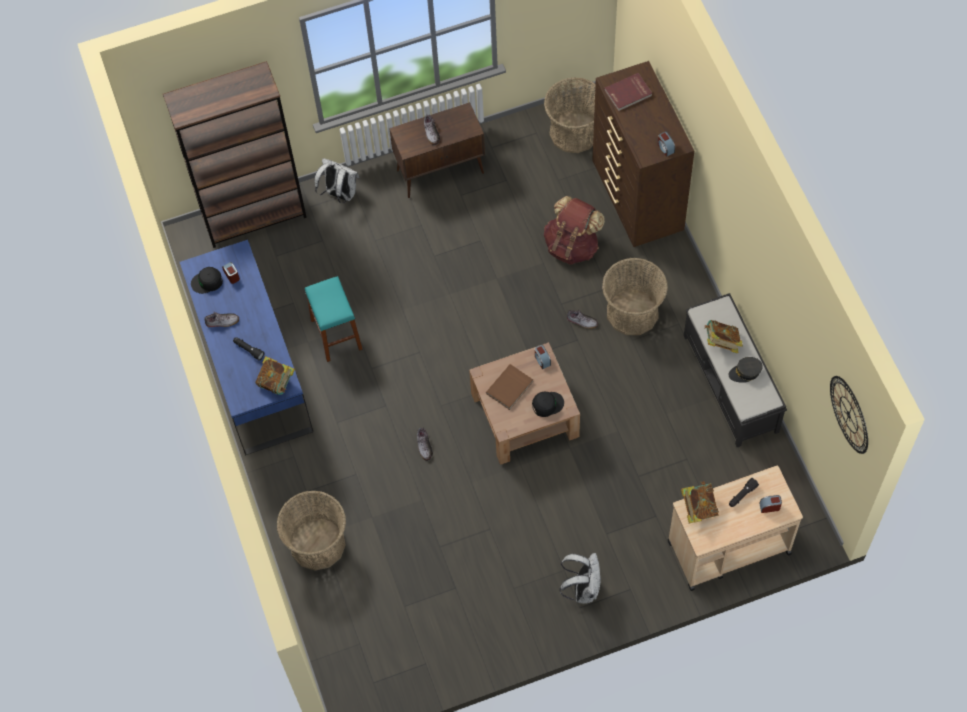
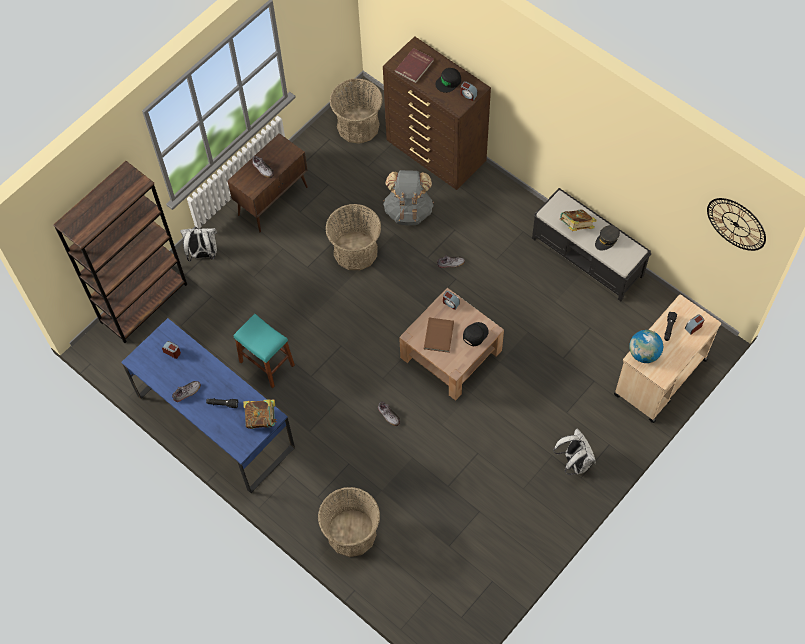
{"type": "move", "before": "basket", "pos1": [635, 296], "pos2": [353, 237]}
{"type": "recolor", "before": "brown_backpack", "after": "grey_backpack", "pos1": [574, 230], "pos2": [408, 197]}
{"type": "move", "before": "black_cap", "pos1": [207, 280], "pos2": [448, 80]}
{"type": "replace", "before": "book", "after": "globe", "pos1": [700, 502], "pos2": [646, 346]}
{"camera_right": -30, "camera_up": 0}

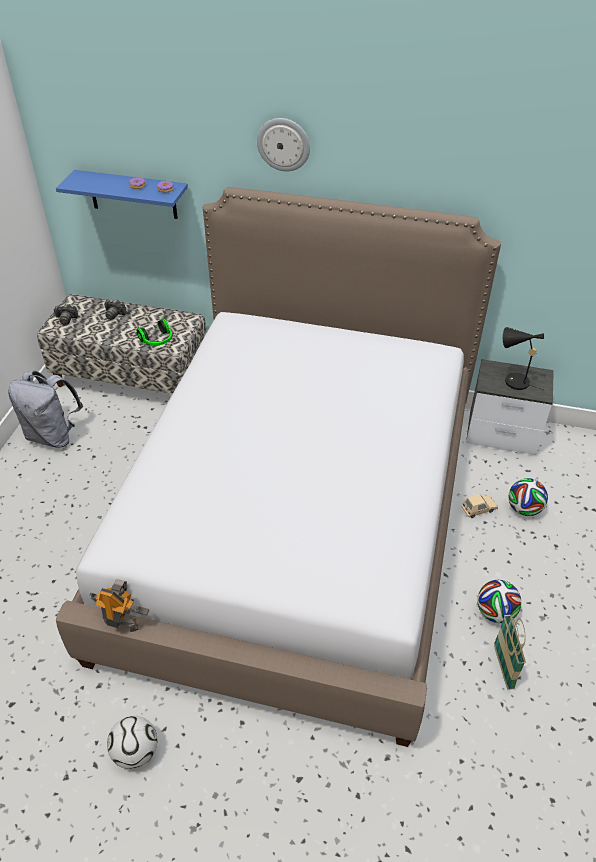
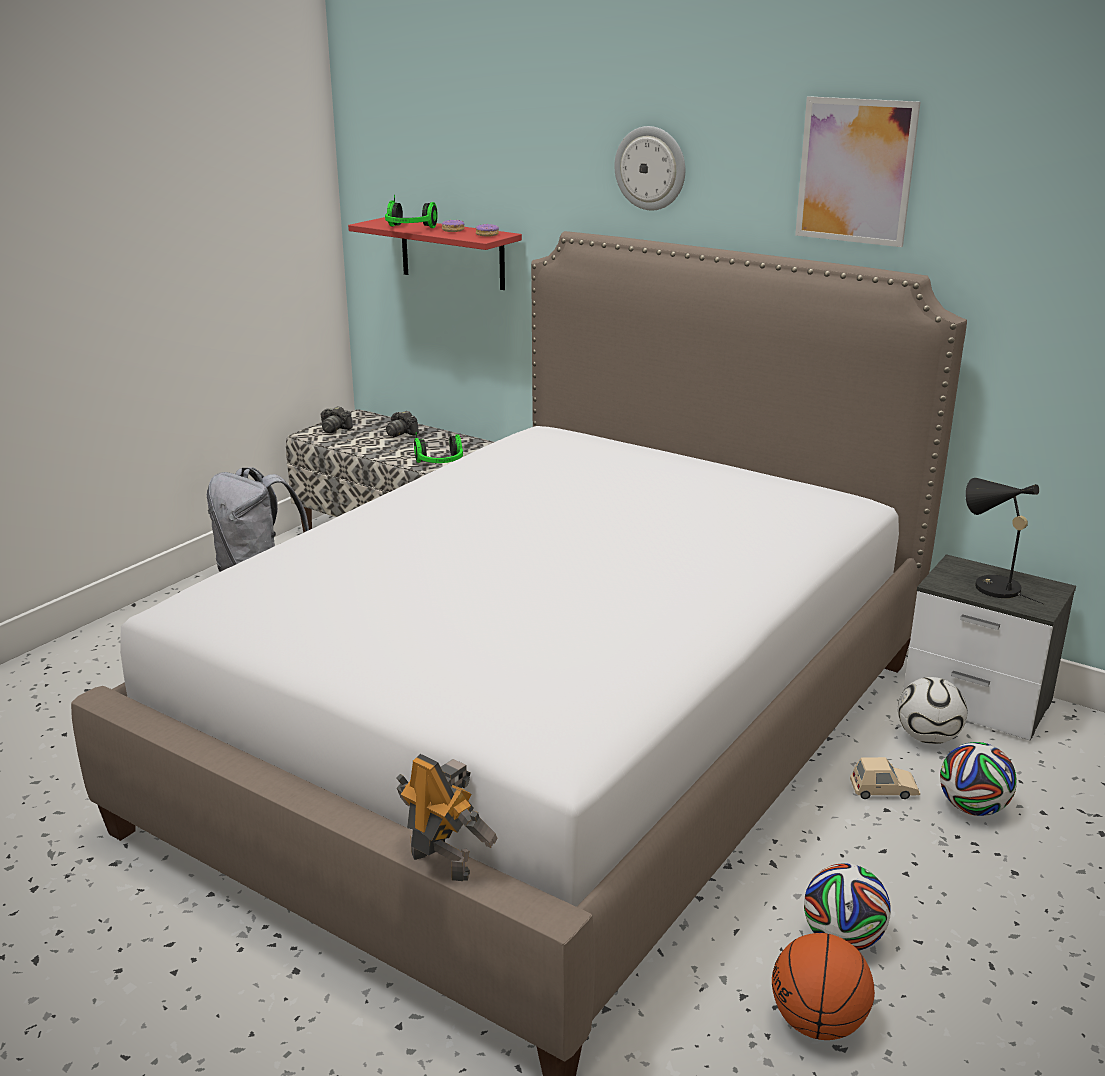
{"type": "recolor", "before": "blue_shelf", "after": "red_shelf", "pos1": [122, 194], "pos2": [435, 253]}
{"type": "insert", "after": "headphones", "pos2": [411, 211]}
{"type": "move", "before": "toy_robot", "pos1": [119, 605], "pos2": [447, 817]}
{"type": "replace", "before": "basket", "after": "basketball", "pos1": [510, 652], "pos2": [823, 986]}
{"type": "insert", "after": "picture", "pos2": [858, 171]}
{"type": "move", "before": "football", "pos1": [132, 742], "pos2": [932, 710]}
{"camera_right": 20, "camera_up": -20}

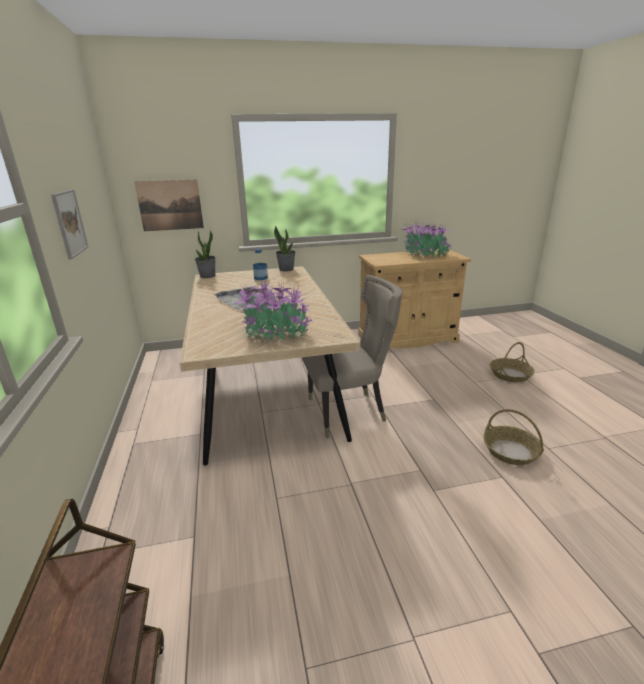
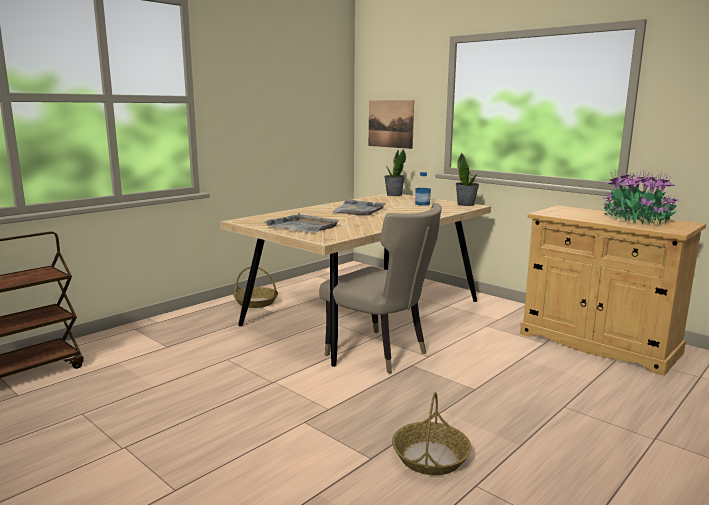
{"type": "move", "before": "basket", "pos1": [512, 362], "pos2": [255, 287]}
{"type": "replace", "before": "potted_plant", "after": "grey_tray", "pos1": [274, 311], "pos2": [301, 223]}
{"type": "delete", "before": "picture", "pos1": [69, 224]}
{"camera_right": 55, "camera_up": -10}

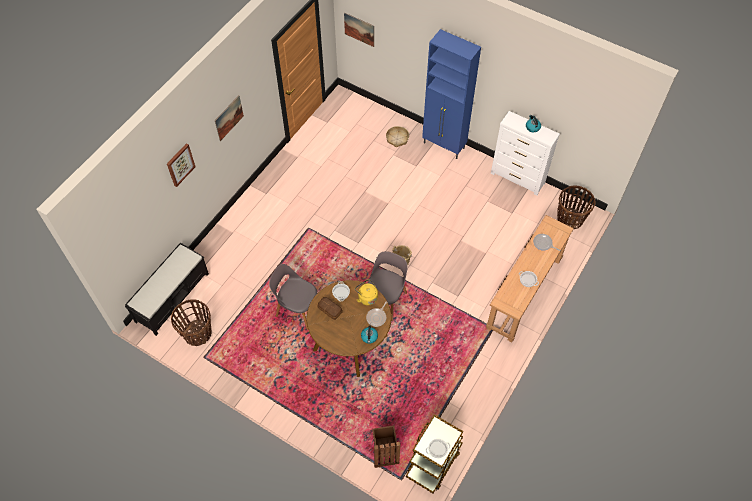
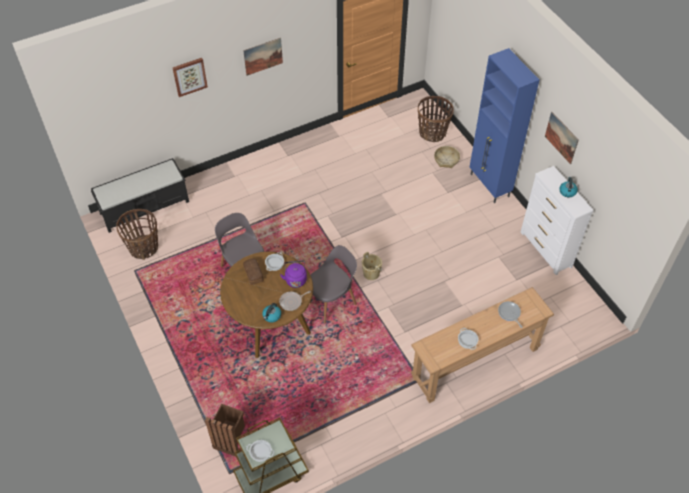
{"type": "recolor", "before": "yellow_kettle", "after": "purple_kettle", "pos1": [366, 292], "pos2": [293, 274]}
{"type": "move", "before": "basket", "pos1": [576, 207], "pos2": [436, 119]}
{"type": "move", "before": "picture", "pos1": [359, 30], "pos2": [562, 138]}
{"camera_right": 30, "camera_up": -5}

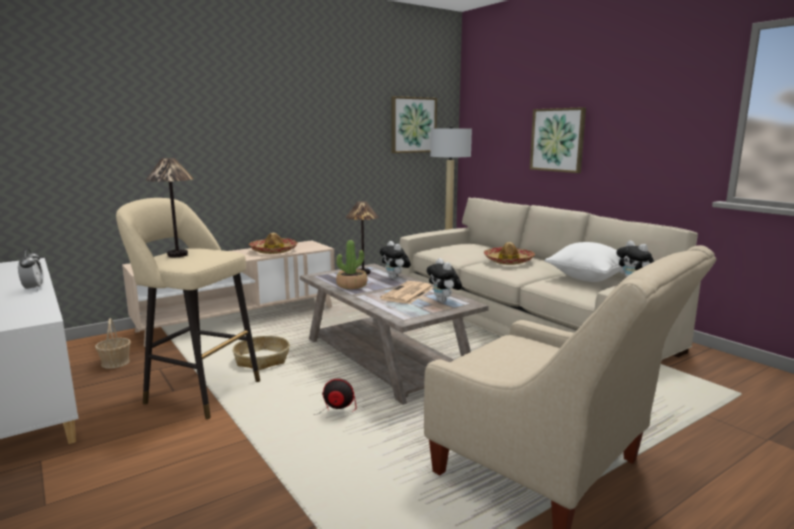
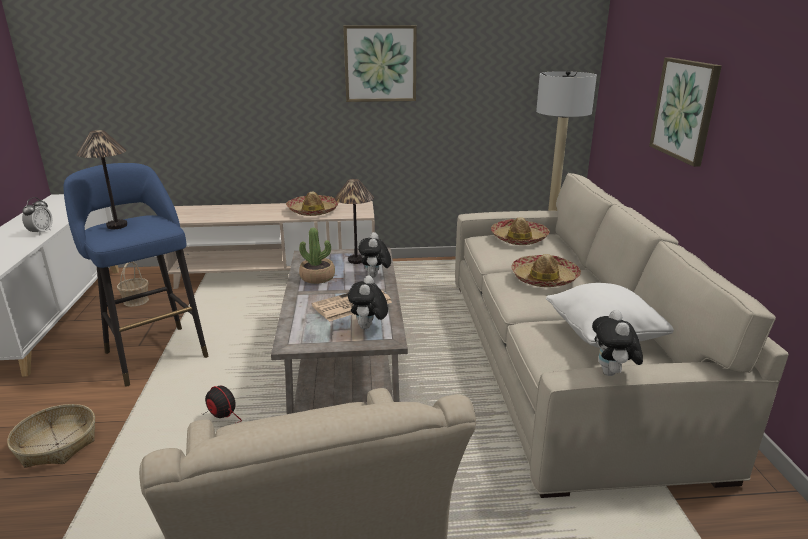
{"type": "move", "before": "basket", "pos1": [261, 353], "pos2": [51, 436]}
{"type": "recolor", "before": "beige_stool", "after": "blue_stool", "pos1": [188, 308], "pos2": [136, 275]}
{"type": "move", "before": "picture", "pos1": [414, 124], "pos2": [380, 63]}
{"type": "insert", "after": "hat", "pos2": [520, 231]}
{"camera_right": 30, "camera_up": 10}

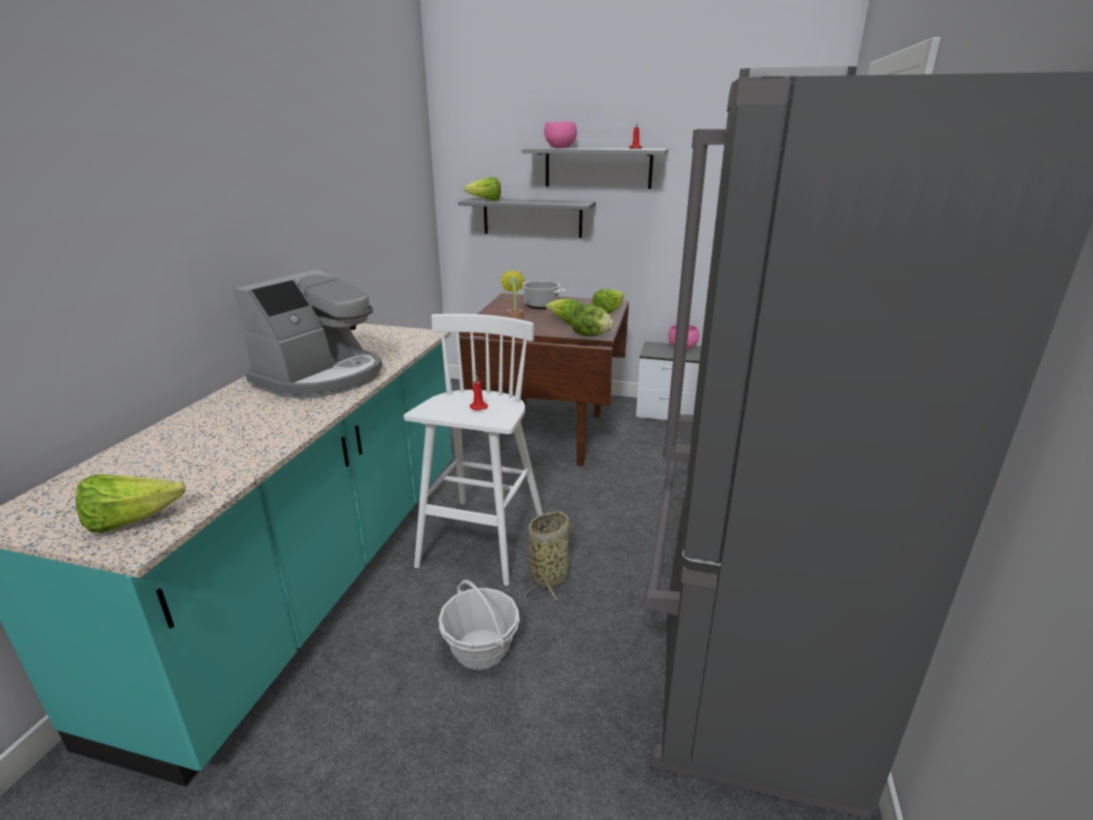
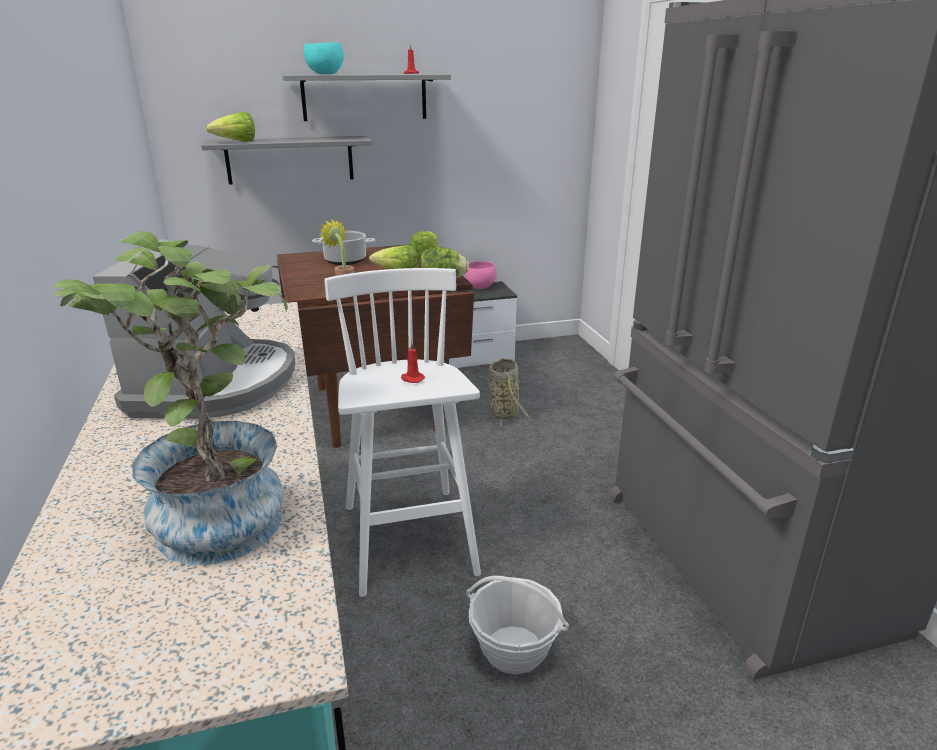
{"type": "insert", "after": "potted_plant", "pos2": [171, 398]}
{"type": "recolor", "before": "pink_bowl", "after": "turquoise_bowl", "pos1": [560, 135], "pos2": [324, 58]}
{"type": "move", "before": "basket", "pos1": [551, 557], "pos2": [509, 393]}
{"type": "delete", "before": "lettuce", "pos1": [131, 503]}
{"camera_right": -30, "camera_up": 0}

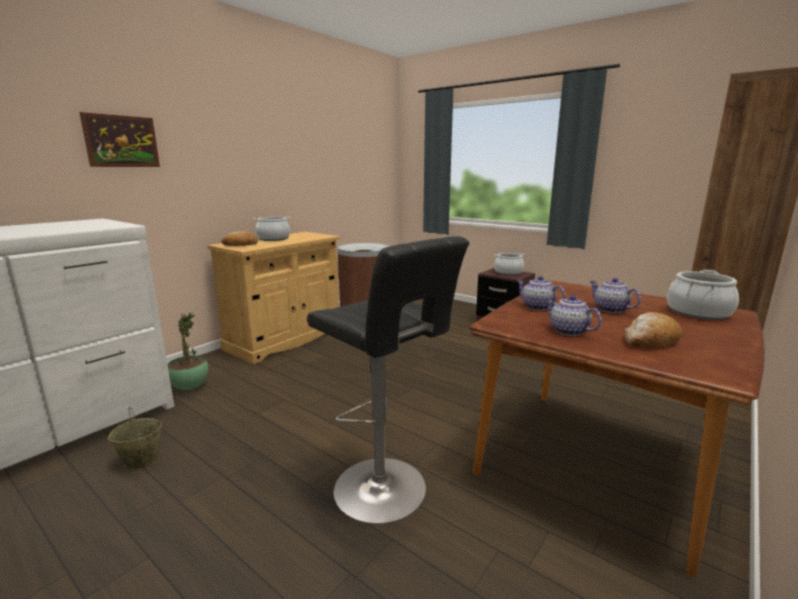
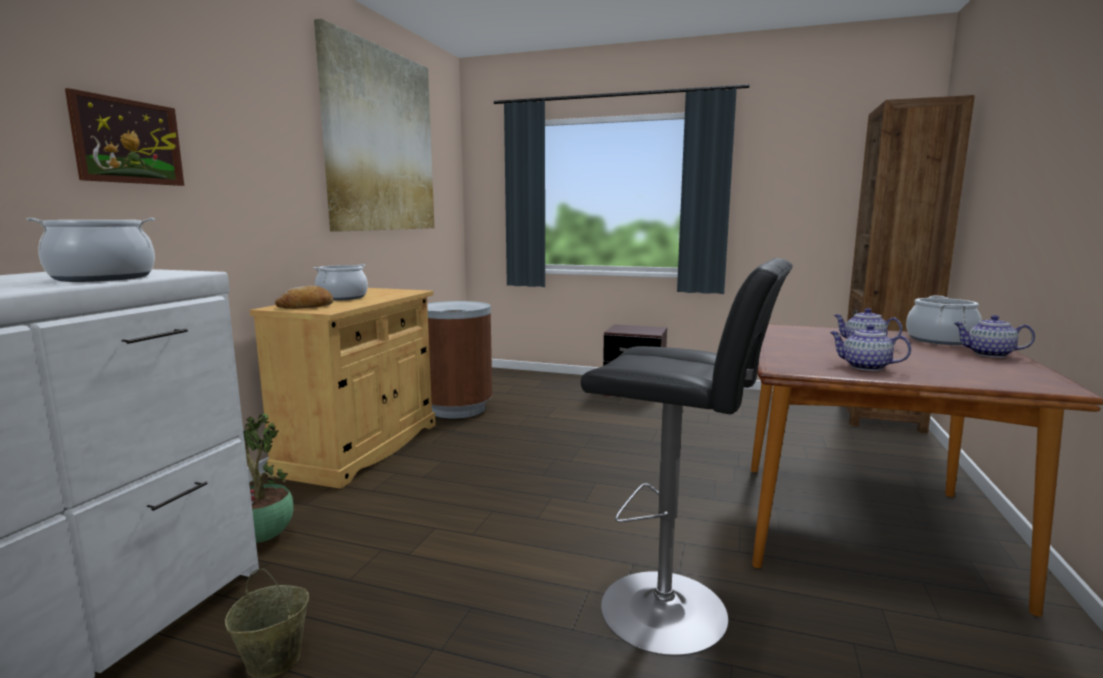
{"type": "move", "before": "cooking_pot", "pos1": [509, 264], "pos2": [91, 250]}
{"type": "insert", "after": "picture", "pos2": [374, 125]}
{"type": "move", "before": "teapot", "pos1": [541, 293], "pos2": [994, 336]}
{"type": "delete", "before": "bread", "pos1": [653, 330]}
{"camera_right": -20, "camera_up": -5}

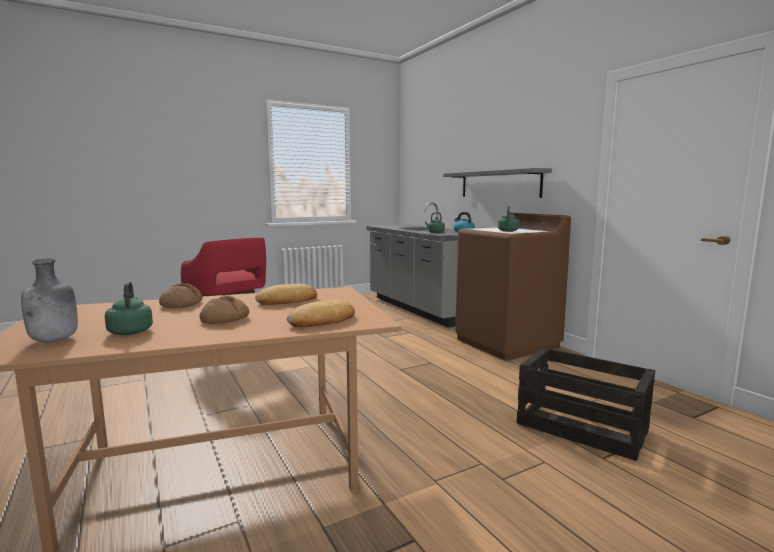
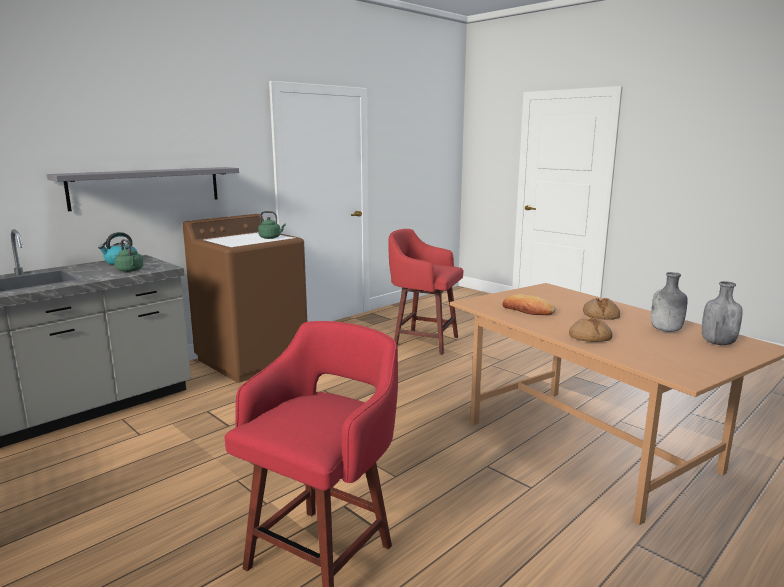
{"type": "replace", "before": "crate", "after": "red_stool", "pos1": [586, 404], "pos2": [425, 292]}
{"type": "replace", "before": "green_kettle", "after": "grey_bottle", "pos1": [129, 308], "pos2": [669, 302]}
{"type": "delete", "before": "bread", "pos1": [321, 313]}
{"camera_right": -105, "camera_up": 5}

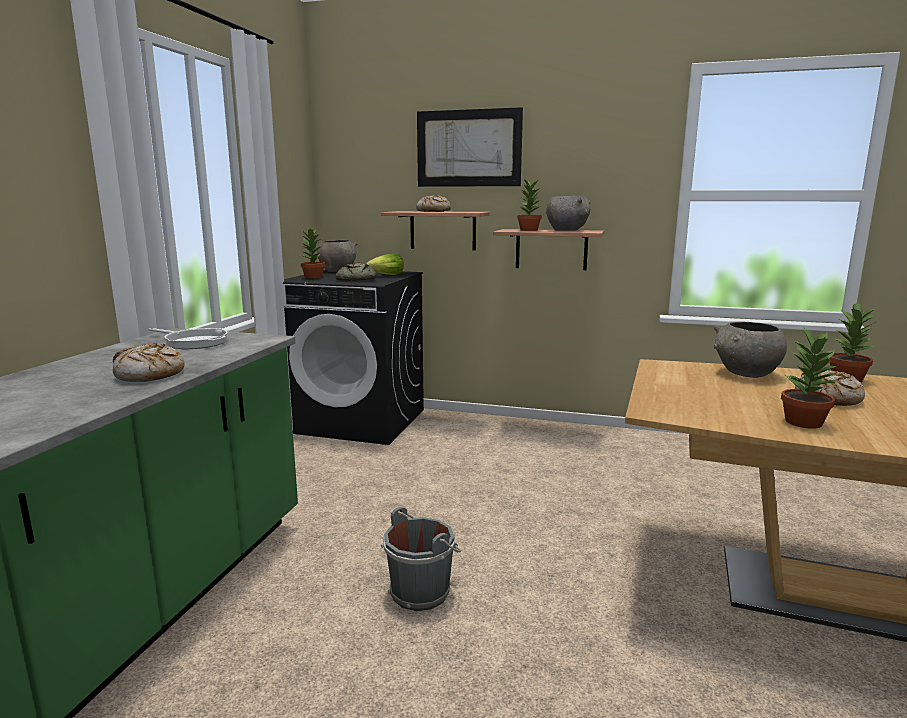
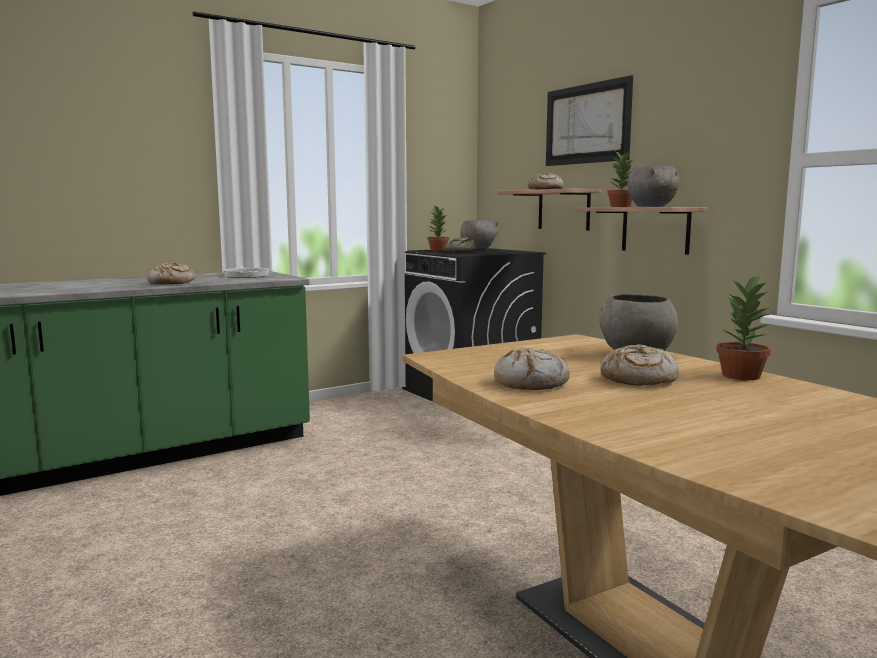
{"type": "replace", "before": "potted_plant", "after": "bread", "pos1": [811, 377], "pos2": [532, 368]}
{"type": "delete", "before": "lettuce", "pos1": [385, 264]}
{"type": "delete", "before": "grey_bucket", "pos1": [421, 559]}
{"camera_right": 40, "camera_up": -5}

